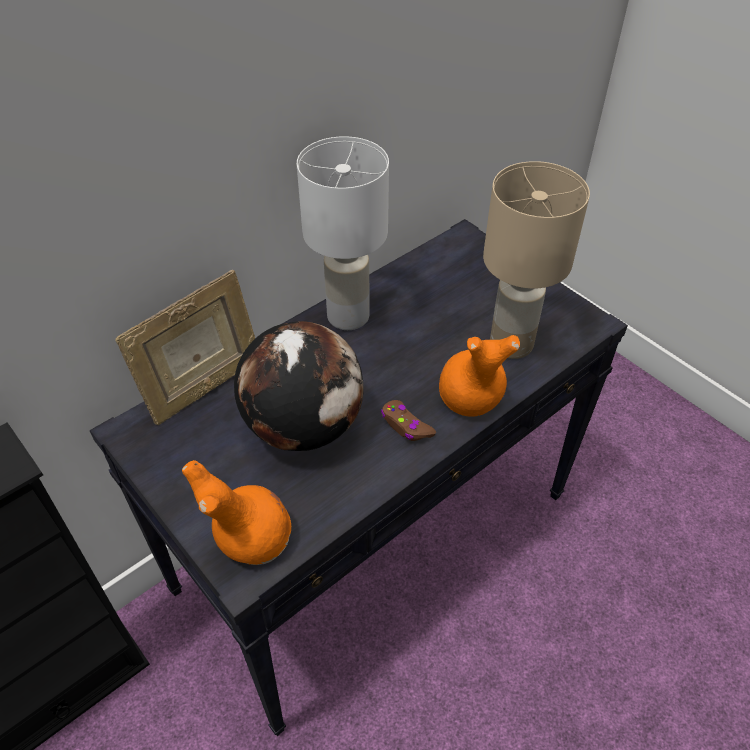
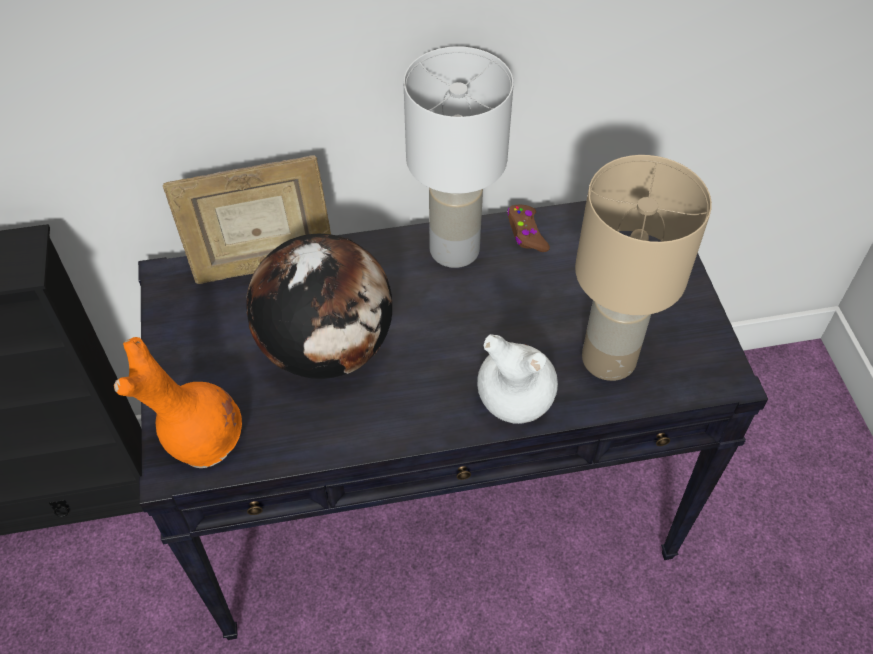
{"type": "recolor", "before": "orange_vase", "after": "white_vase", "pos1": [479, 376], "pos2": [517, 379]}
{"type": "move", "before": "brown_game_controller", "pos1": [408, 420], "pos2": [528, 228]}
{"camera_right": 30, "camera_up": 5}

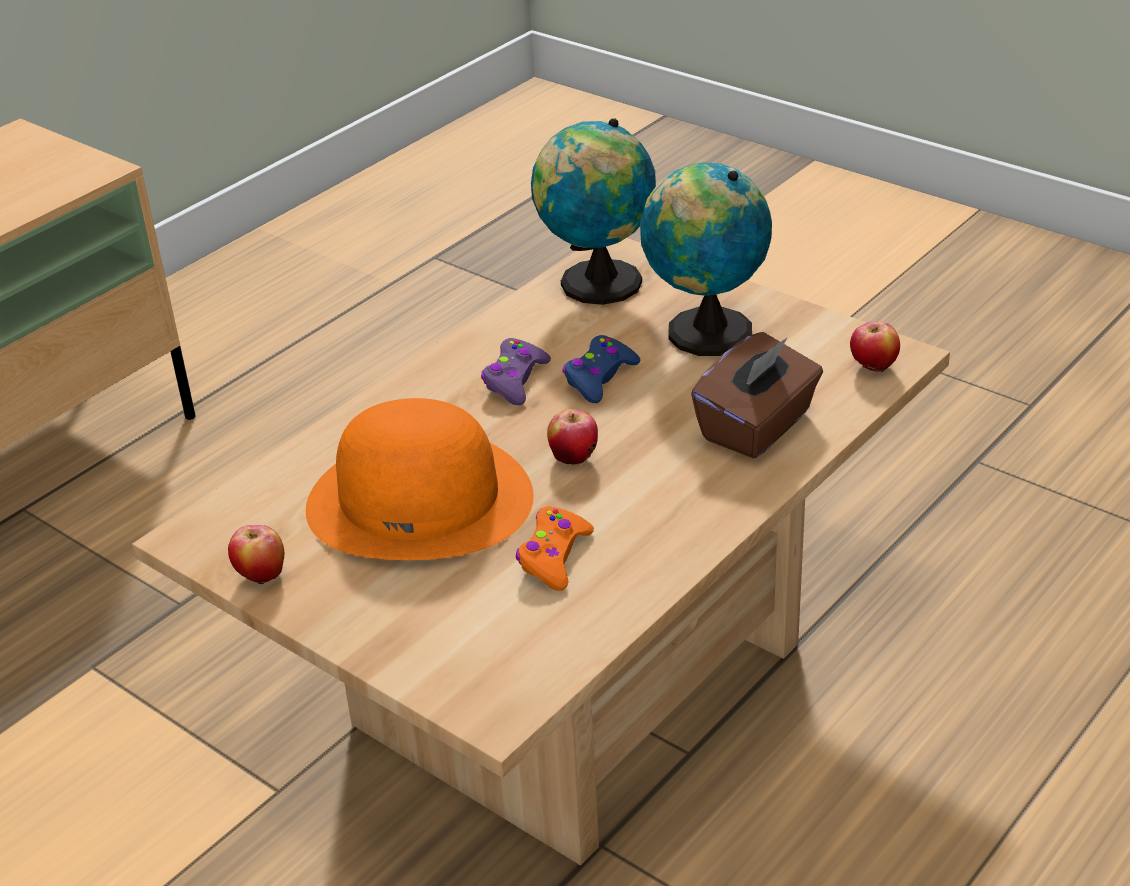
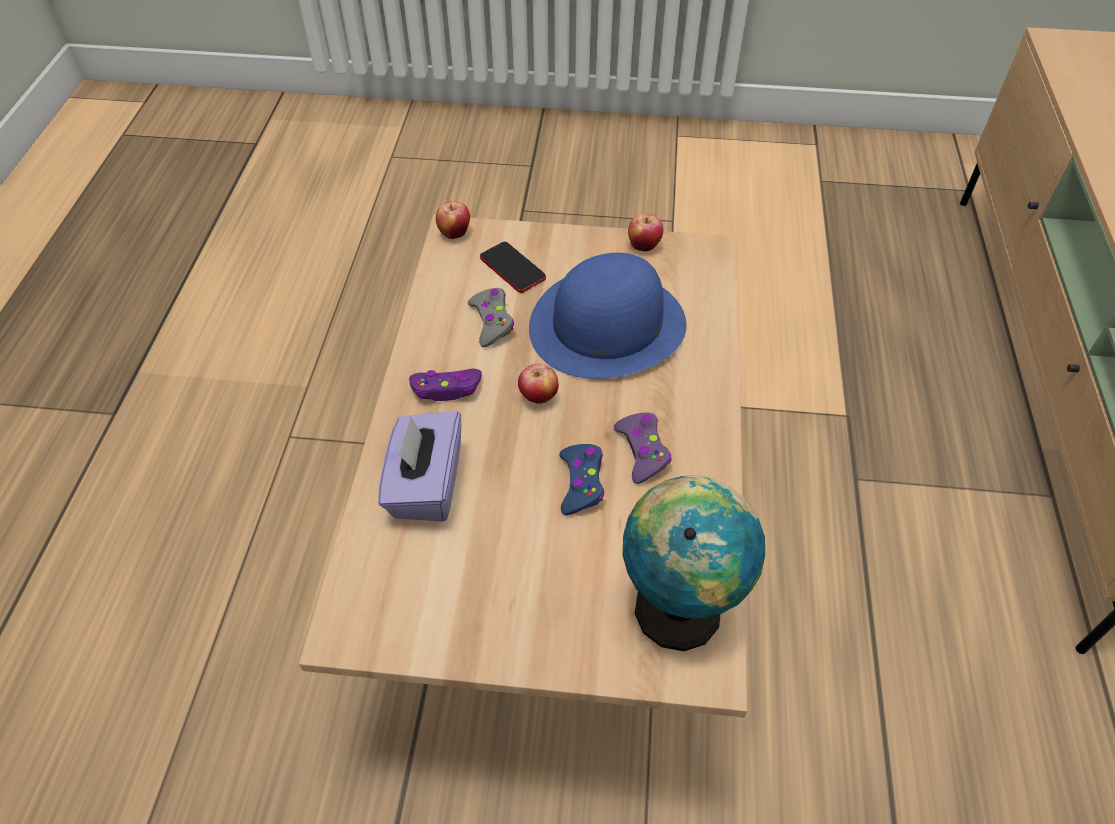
{"type": "recolor", "before": "brown_tissue_box", "after": "purple_tissue_box", "pos1": [757, 395], "pos2": [419, 466]}
{"type": "insert", "after": "purple_game_controller", "pos2": [445, 385]}
{"type": "move", "before": "apple", "pos1": [875, 347], "pos2": [453, 220]}
{"type": "recolor", "before": "orange_game_controller", "after": "grey_game_controller", "pos1": [555, 548], "pos2": [491, 317]}
{"type": "insert", "after": "phone", "pos2": [513, 267]}
{"type": "recolor", "before": "orange_hat", "after": "blue_hat", "pos1": [420, 479], "pos2": [607, 316]}
{"type": "delete", "before": "globe", "pos1": [706, 259]}
{"camera_right": 145, "camera_up": 15}

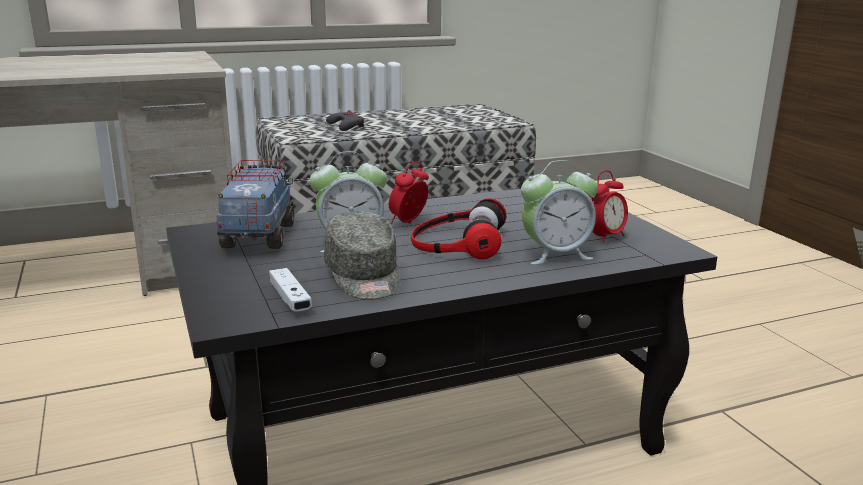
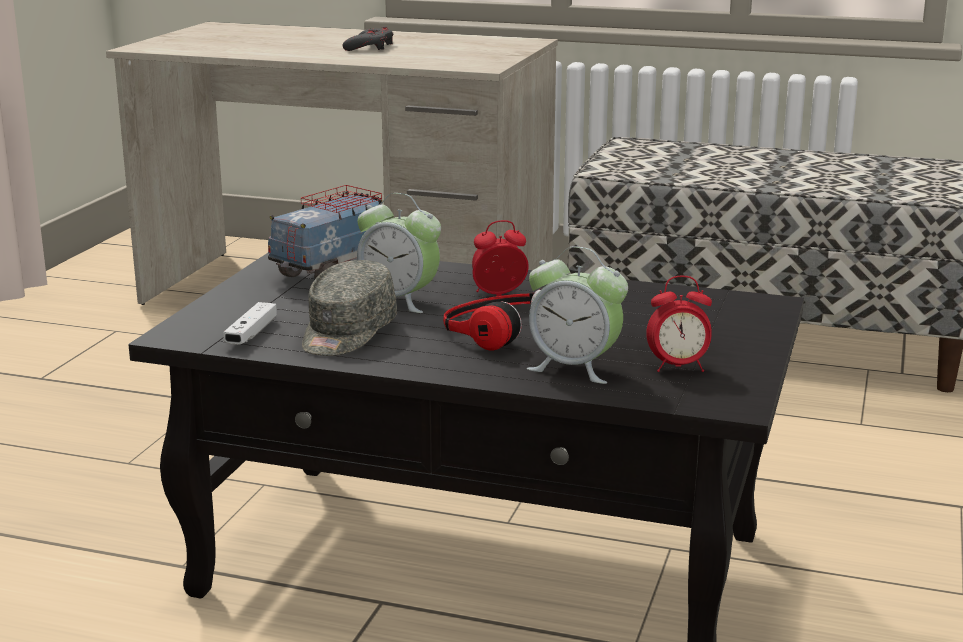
{"type": "move", "before": "grey_game_controller", "pos1": [345, 120], "pos2": [367, 38]}
{"camera_right": 40, "camera_up": 0}

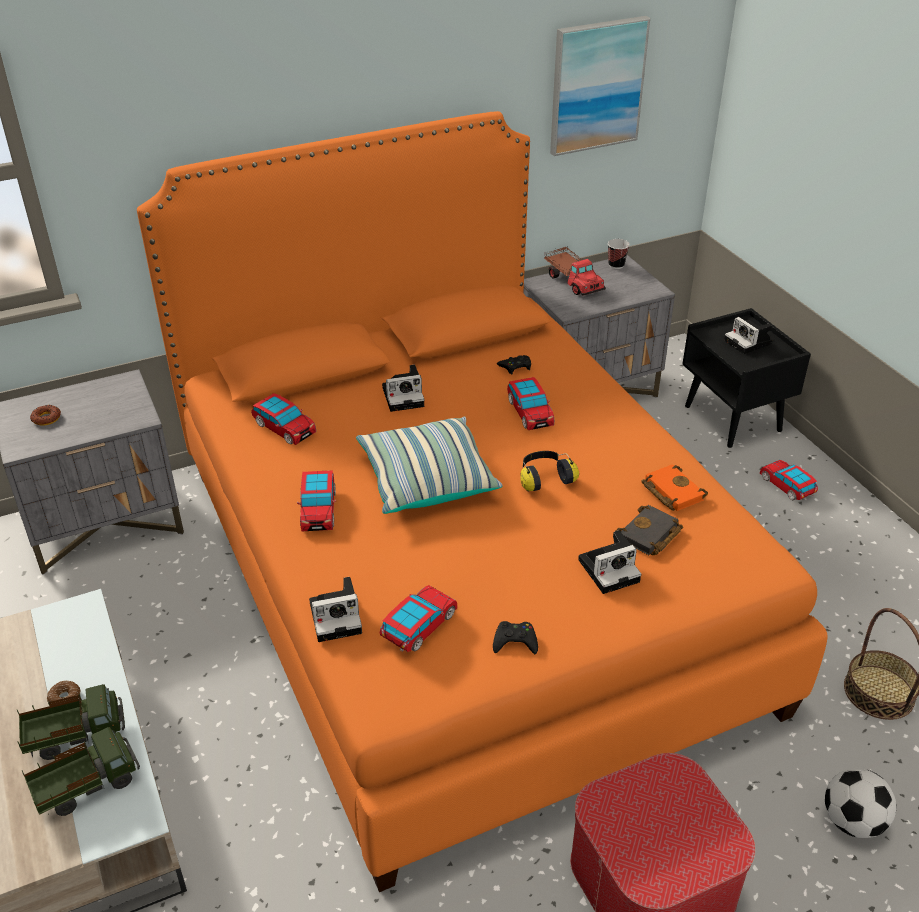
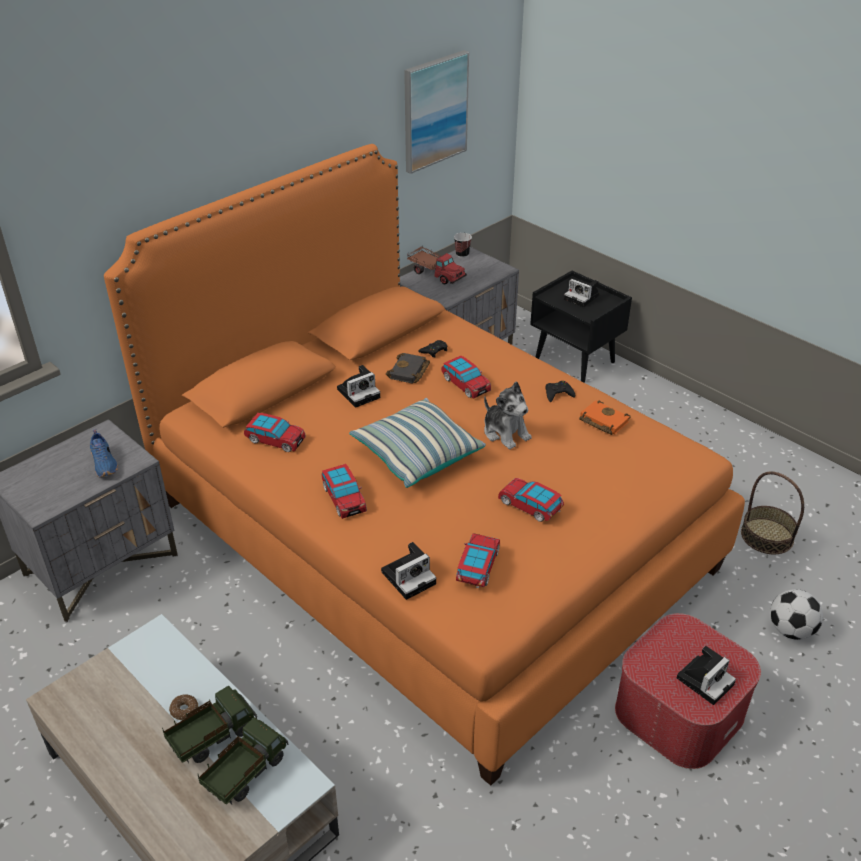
{"type": "insert", "after": "blue_shoe", "pos2": [104, 453]}
{"type": "move", "before": "black_book", "pos1": [649, 530], "pos2": [408, 368]}
{"type": "replace", "before": "headphones", "after": "plush_toy", "pos1": [550, 471], "pos2": [508, 415]}
{"type": "move", "before": "toy_car", "pos1": [789, 480], "pos2": [531, 500]}
{"type": "move", "before": "black_game_controller", "pos1": [515, 637], "pos2": [560, 391]}
{"type": "move", "before": "photo_camera", "pos1": [609, 562], "pos2": [706, 675]}
{"type": "delete", "before": "donut", "pos1": [45, 415]}
{"camera_right": -20, "camera_up": 0}

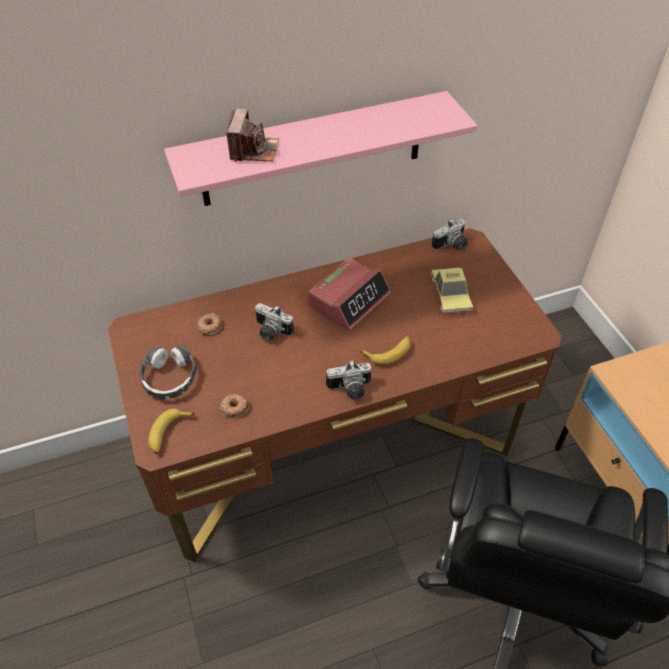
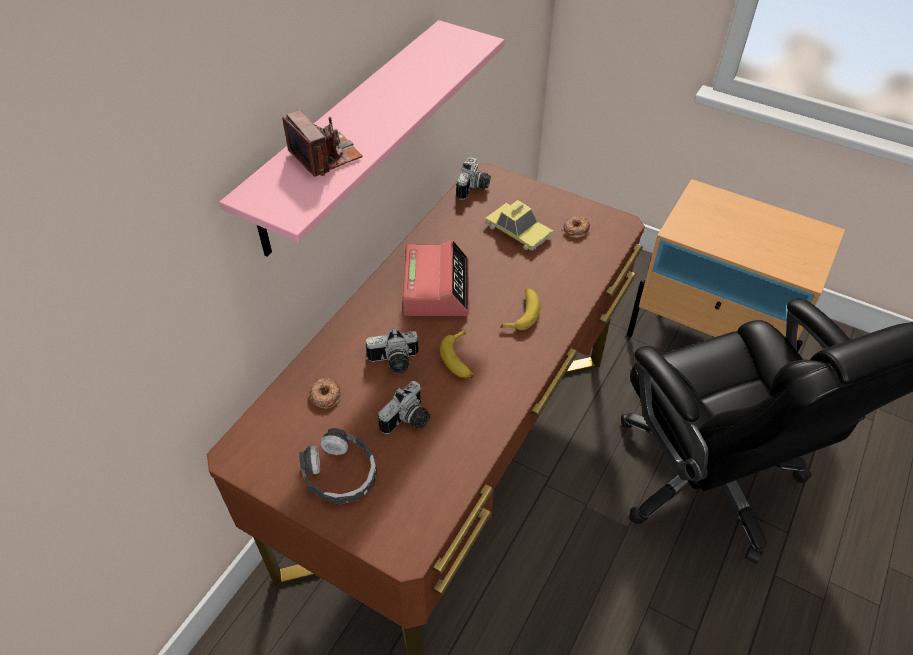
{"type": "move", "before": "photo_camera", "pos1": [348, 380], "pos2": [404, 407]}
{"type": "move", "before": "banana", "pos1": [171, 431], "pos2": [457, 354]}
{"type": "move", "before": "donut", "pos1": [234, 406], "pos2": [576, 227]}
{"camera_right": -40, "camera_up": 0}

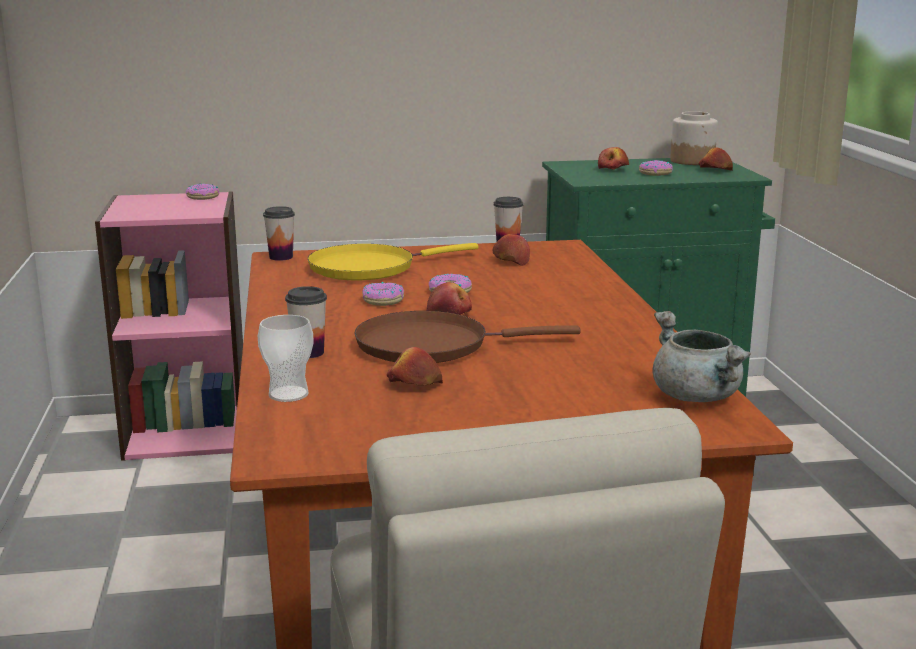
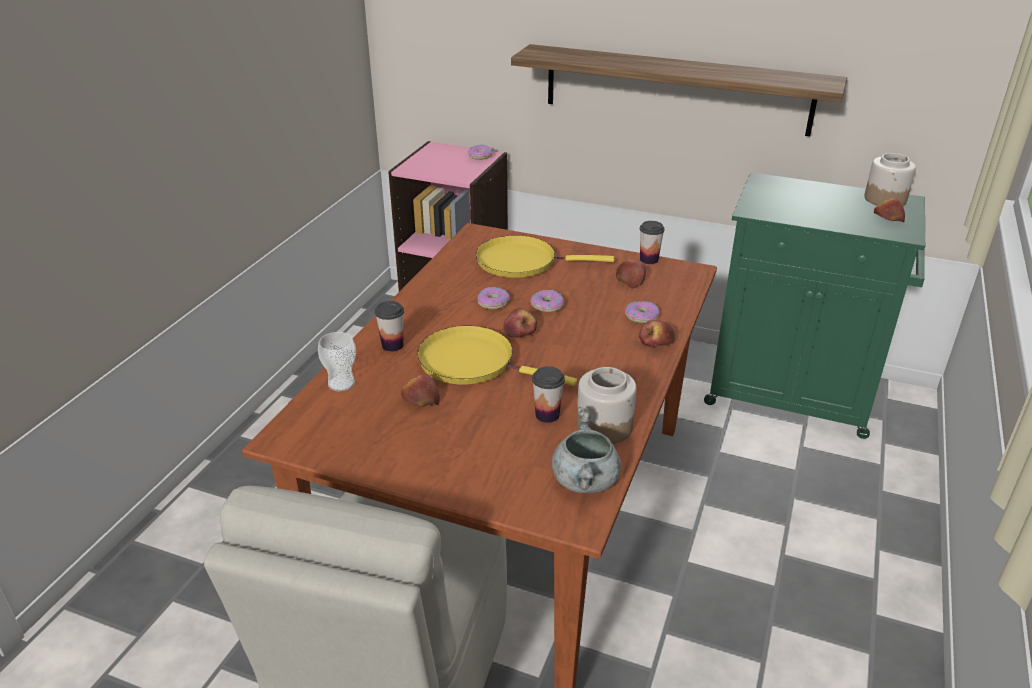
{"type": "recolor", "before": "brown_frying_pan", "after": "yellow_frying_pan", "pos1": [467, 337], "pos2": [497, 356]}
{"type": "insert", "after": "shelf", "pos2": [679, 90]}
{"type": "move", "before": "cup", "pos1": [279, 233], "pos2": [548, 394]}
{"type": "insert", "after": "jar", "pos2": [606, 405]}
{"type": "move", "before": "donut", "pos1": [656, 168], "pos2": [642, 312]}
{"type": "move", "before": "apple", "pos1": [613, 158], "pos2": [657, 333]}
{"camera_right": 30, "camera_up": 15}

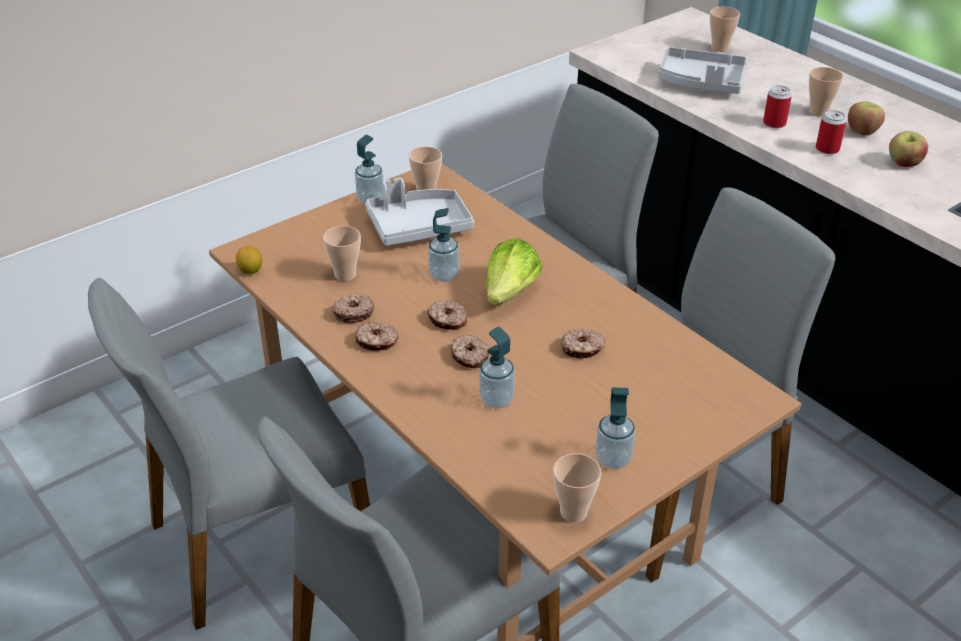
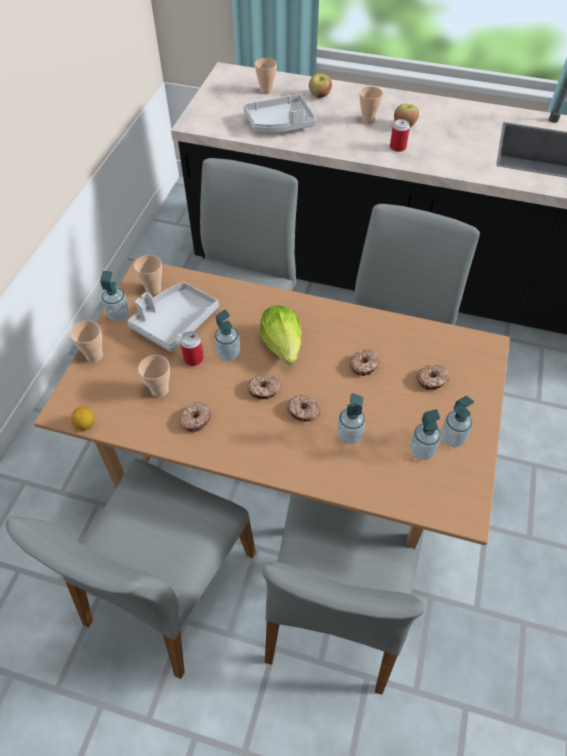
{"type": "move", "before": "cup", "pos1": [577, 487], "pos2": [86, 341]}
{"type": "move", "before": "can", "pos1": [777, 106], "pos2": [192, 348]}
{"type": "move", "before": "apple", "pos1": [908, 149], "pos2": [320, 85]}
{"type": "insert", "after": "soap_dispenser", "pos2": [425, 434]}
{"type": "move", "before": "donut", "pos1": [377, 336], "pos2": [433, 377]}
{"camera_right": -35, "camera_up": 15}

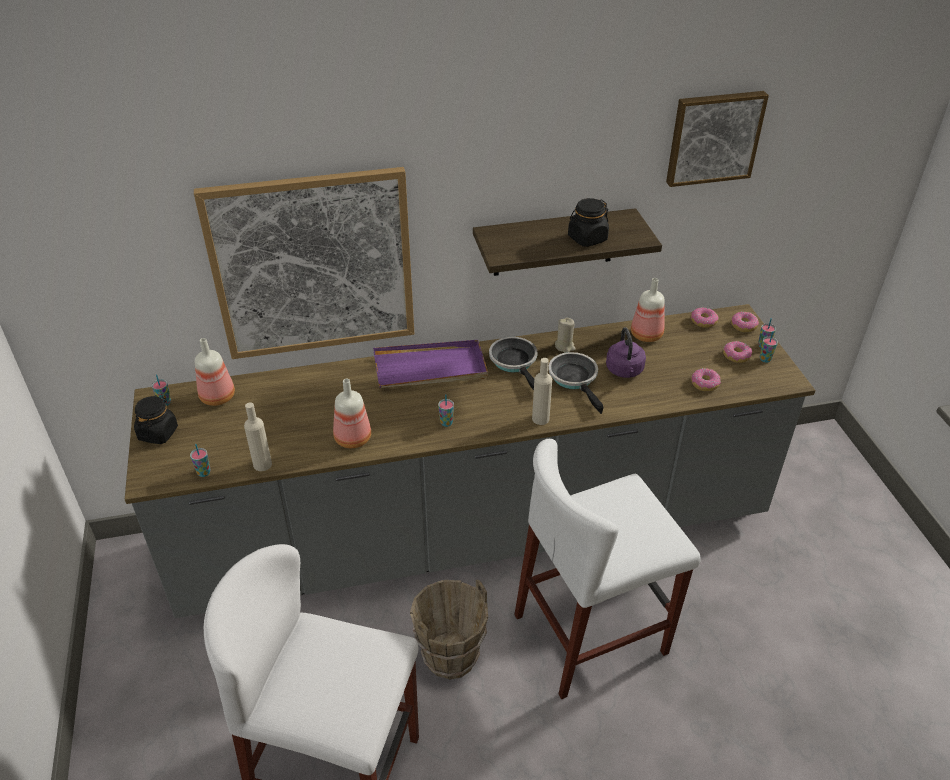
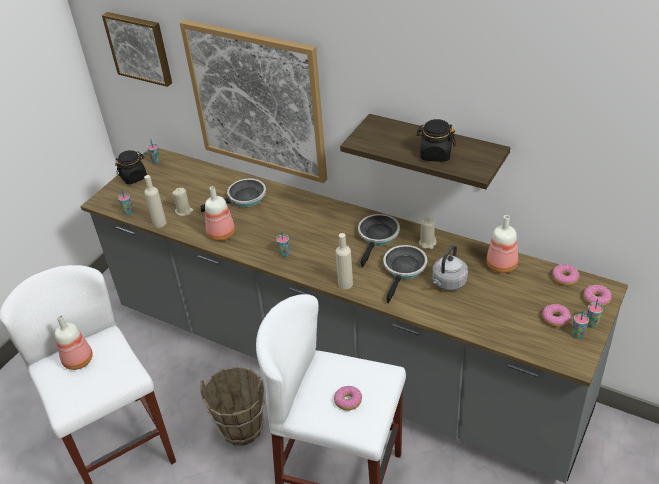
{"type": "move", "before": "bottle", "pos1": [215, 372], "pos2": [74, 342]}
{"type": "move", "before": "picture", "pos1": [717, 139], "pos2": [137, 49]}
{"type": "insert", "after": "beige_candle", "pos2": [182, 202]}
{"type": "insert", "after": "frying_pan", "pos2": [233, 195]}
{"type": "move", "before": "donut", "pos1": [706, 379], "pos2": [348, 398]}
{"type": "recolor", "before": "purple_kettle", "after": "grey_kettle", "pos1": [626, 352], "pos2": [450, 268]}
{"type": "delete", "before": "purple_tray", "pos1": [430, 364]}
{"camera_right": 45, "camera_up": 0}

